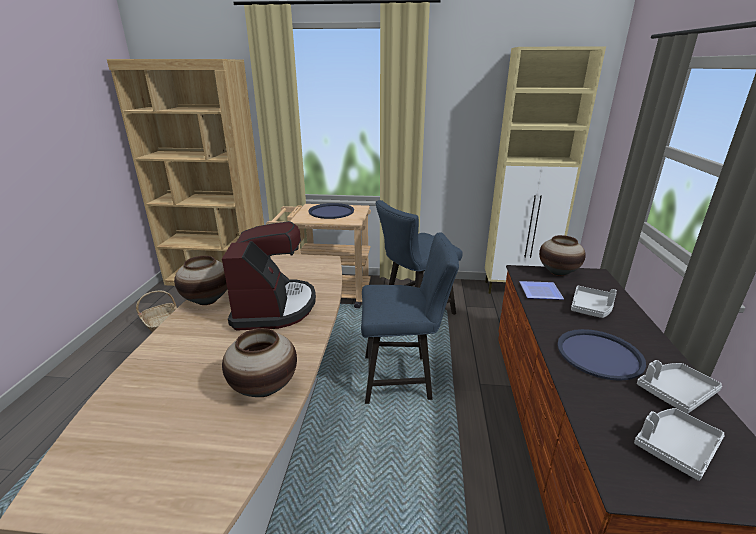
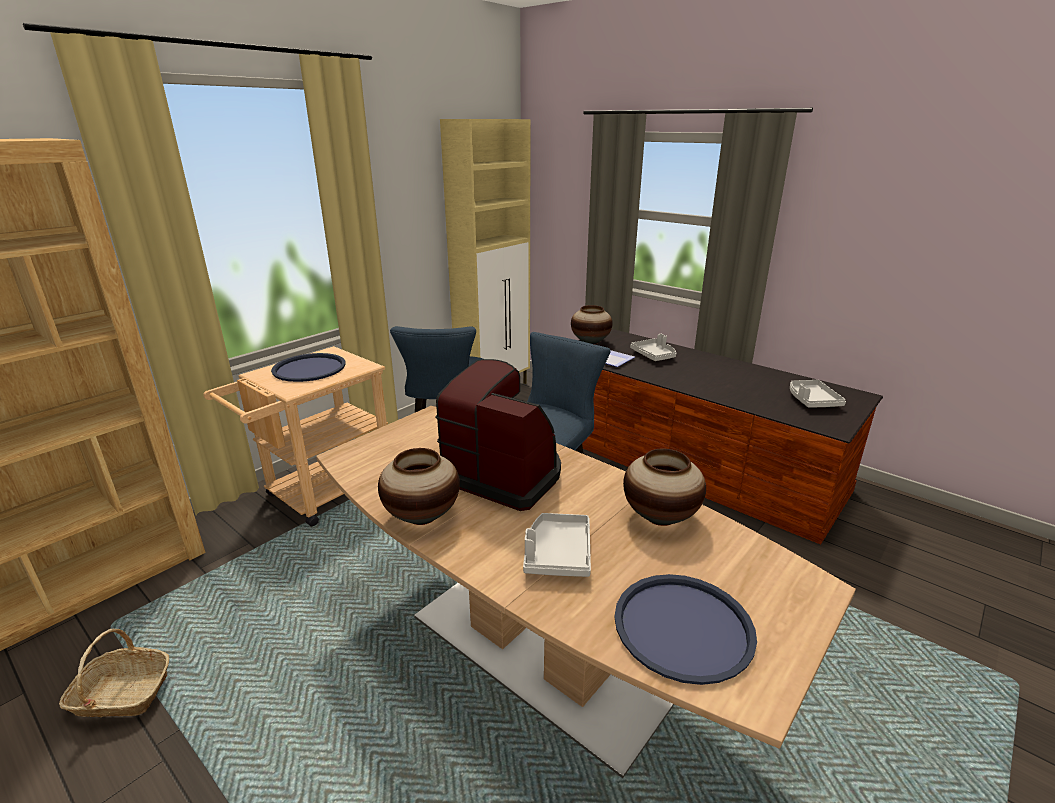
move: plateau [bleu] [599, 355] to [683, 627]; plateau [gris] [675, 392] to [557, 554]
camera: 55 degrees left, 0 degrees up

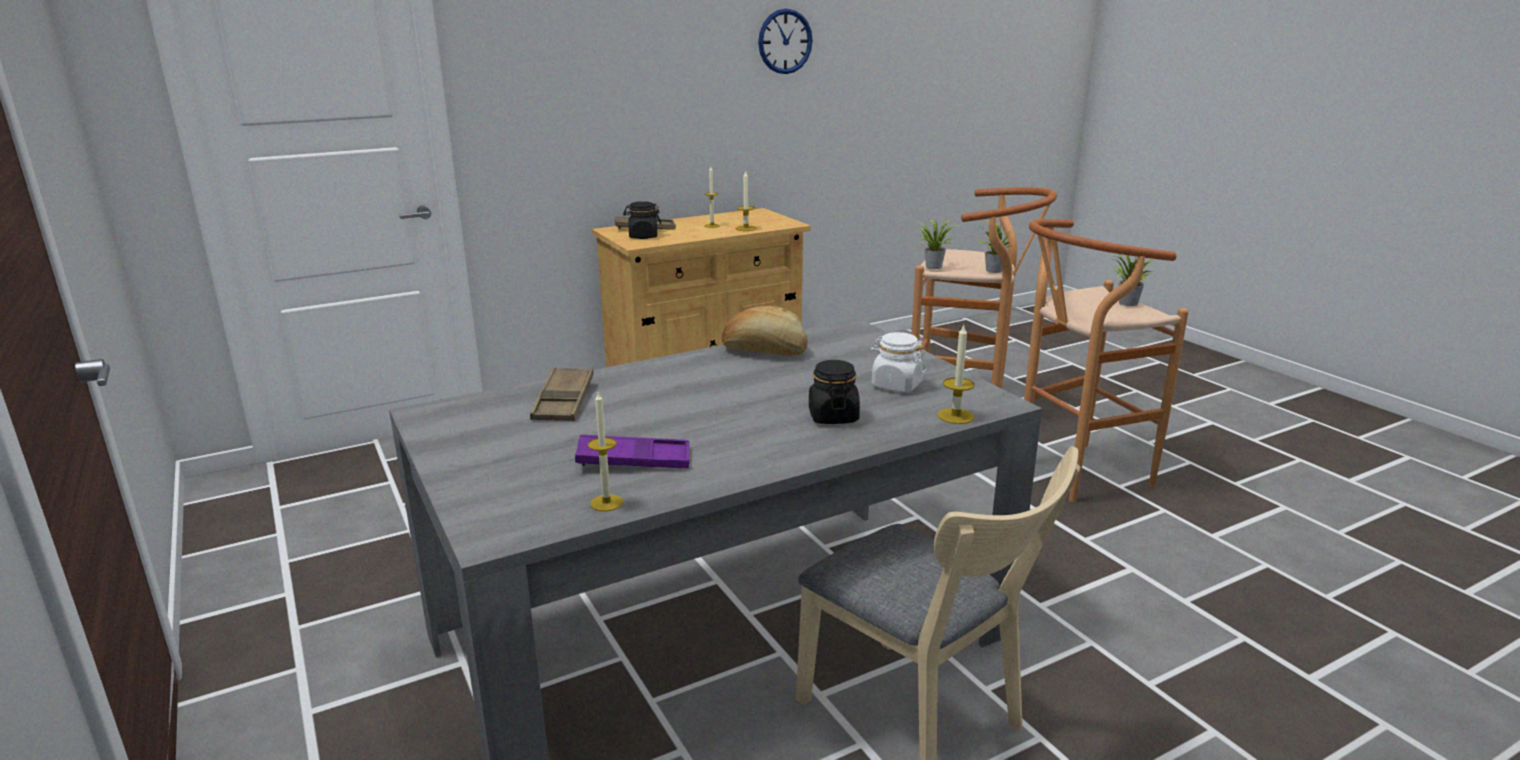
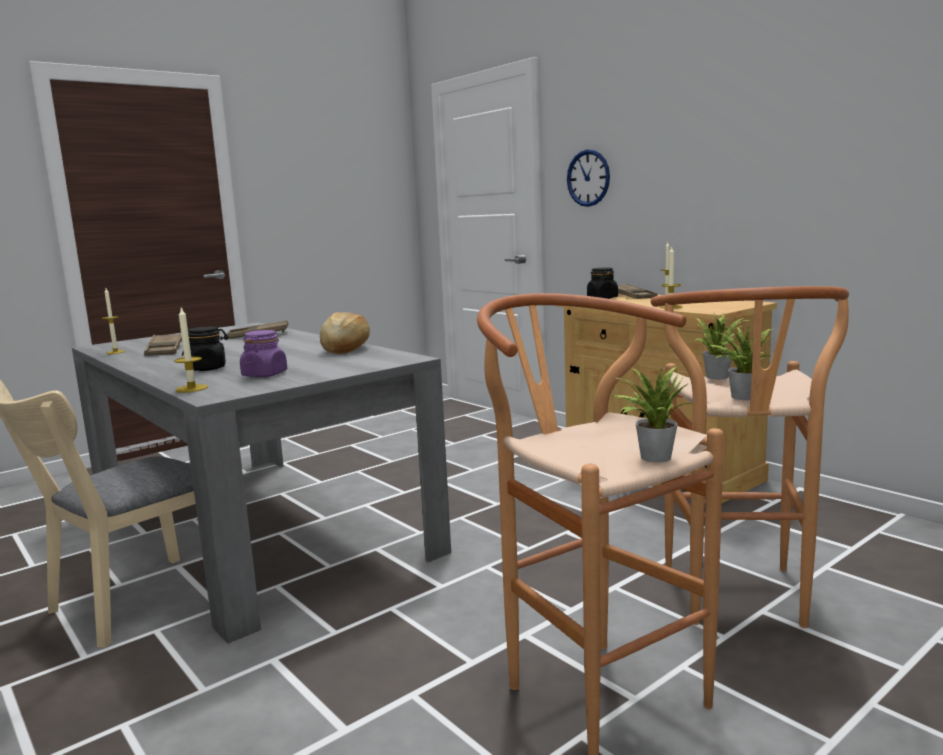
move: horloge murale [785, 41] to [588, 178]
recolor: plateau [violet] [634, 460] to plateau [marron] [165, 350]; bocal [blanc] [896, 385] to bocal [violet] [264, 374]
camera: 80 degrees right, 10 degrees down

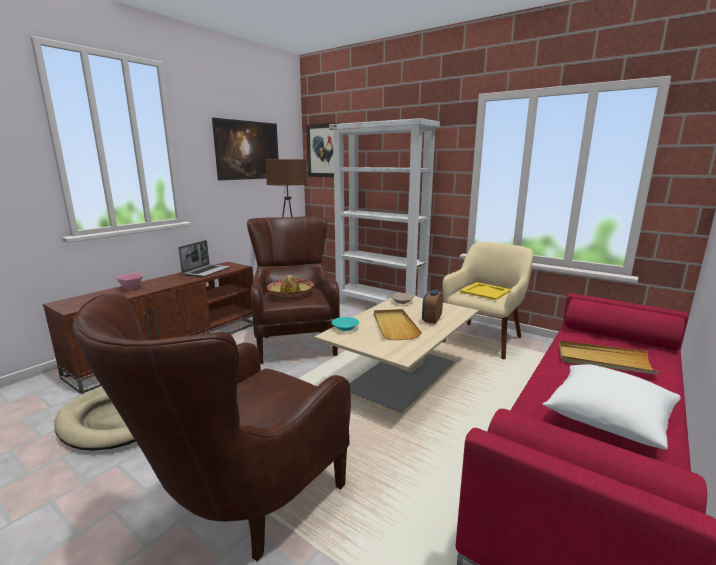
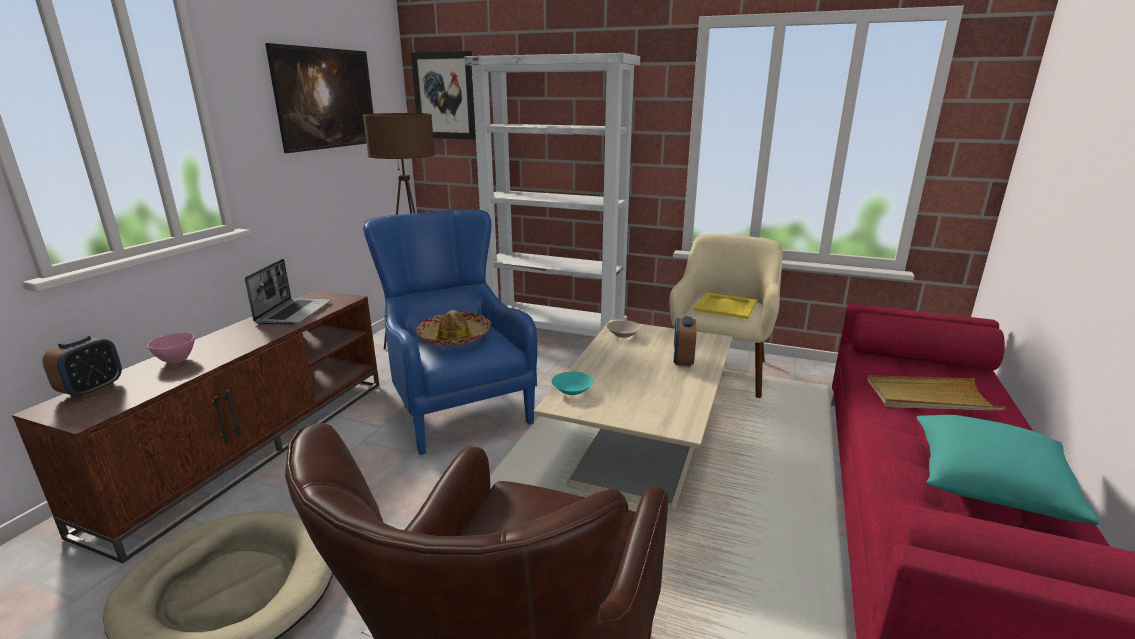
delete: plateau [beige] [394, 326]
insert: réveil [92, 389]
recolor: fauteuil [marron] [295, 340] to fauteuil [bleu] [456, 406]; coussin [blanc] [607, 419] to coussin [turquoise] [987, 486]
camera: 15 degrees left, 5 degrees up

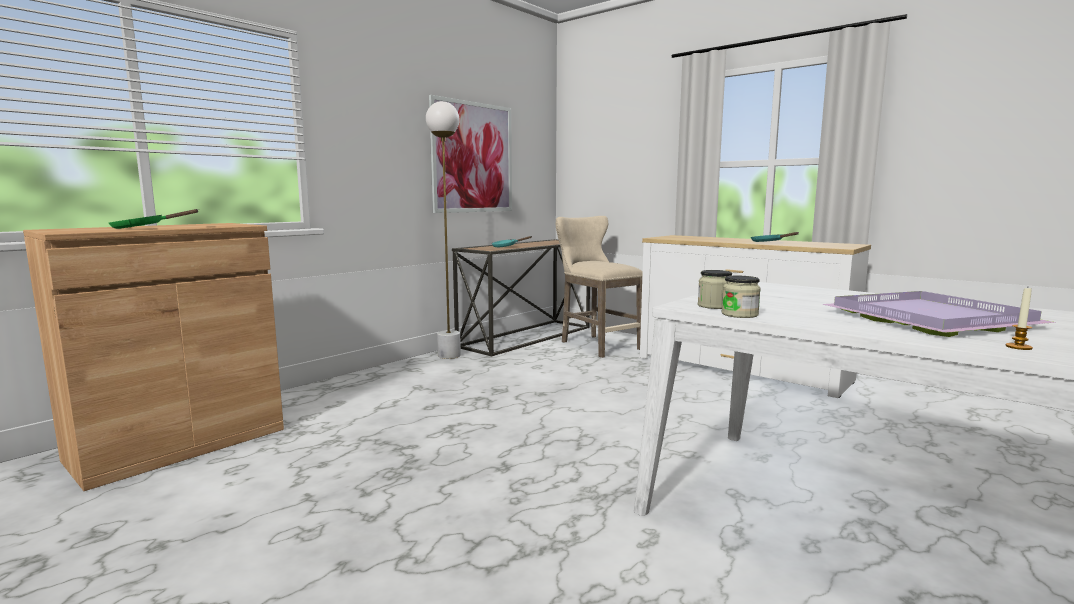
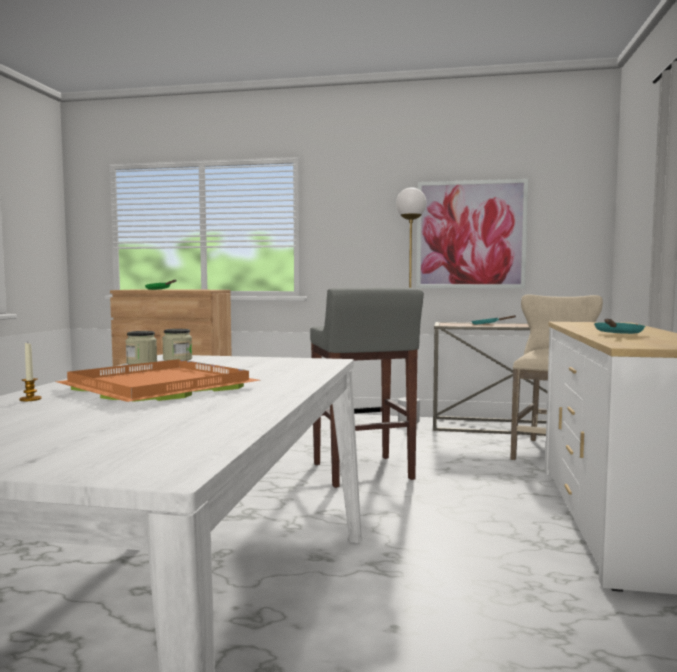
insert: tabouret [gris] [362, 472]
recolor: plateau [violet] [929, 319] to plateau [orange] [155, 388]
camera: 60 degrees right, 5 degrees down

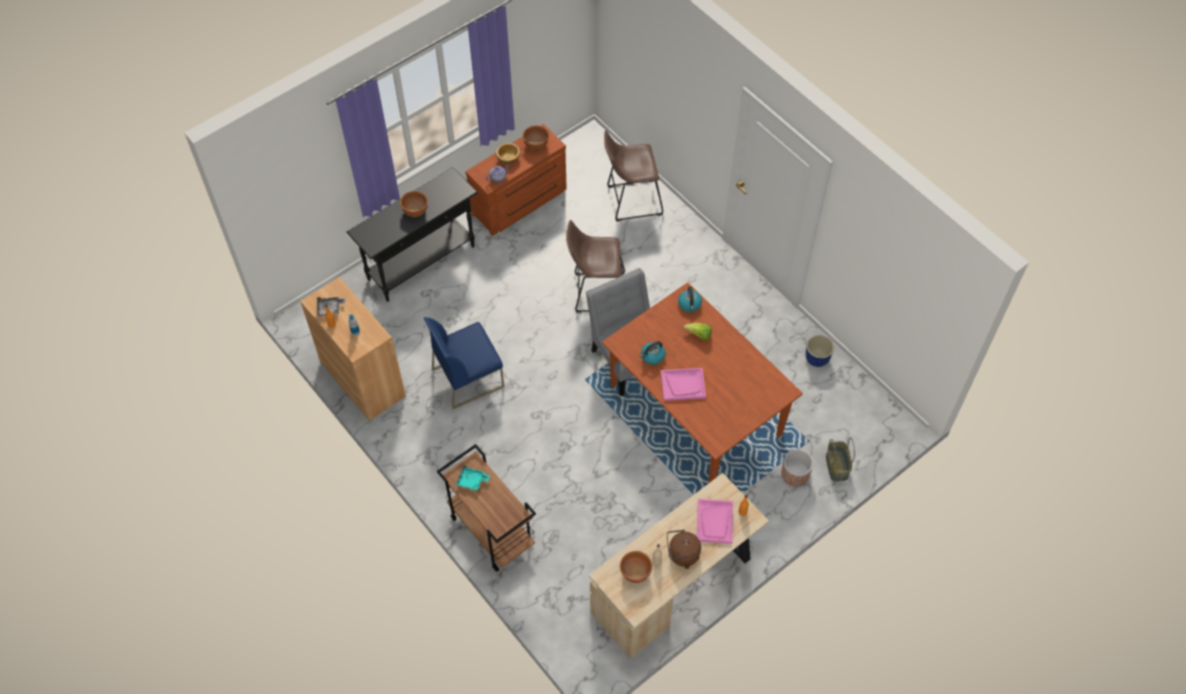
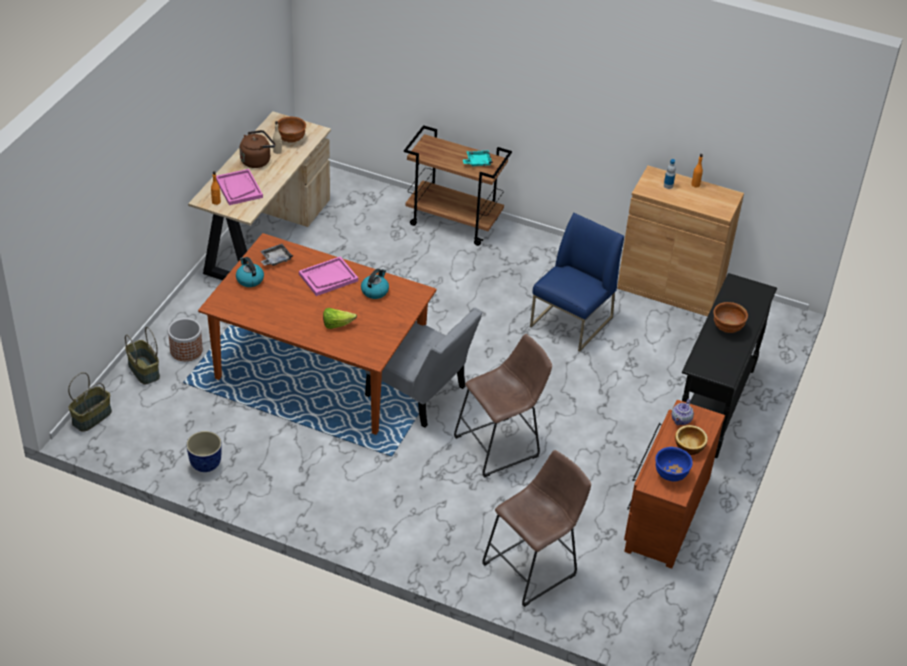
insert: panier [91, 417]
move: plateau [gris] [330, 309] to [275, 259]; bouilloire [689, 304] to [249, 279]
recolor: bol [marron] [536, 145] to bol [bleu] [670, 475]
camera: 150 degrees right, 15 degrees down

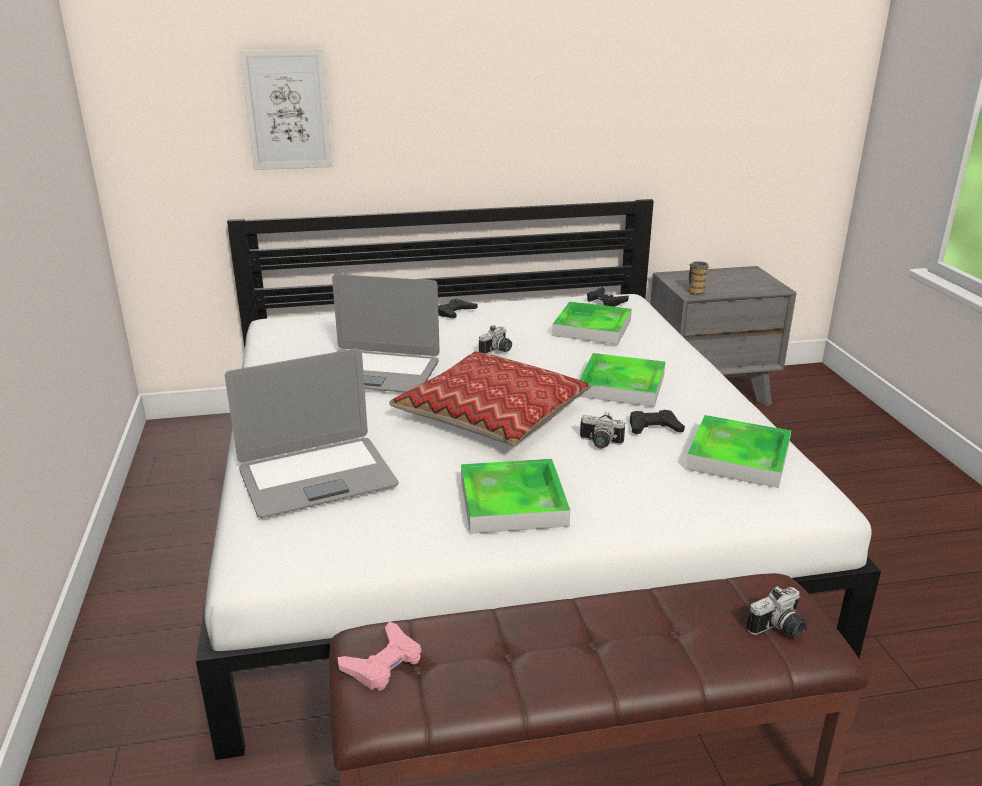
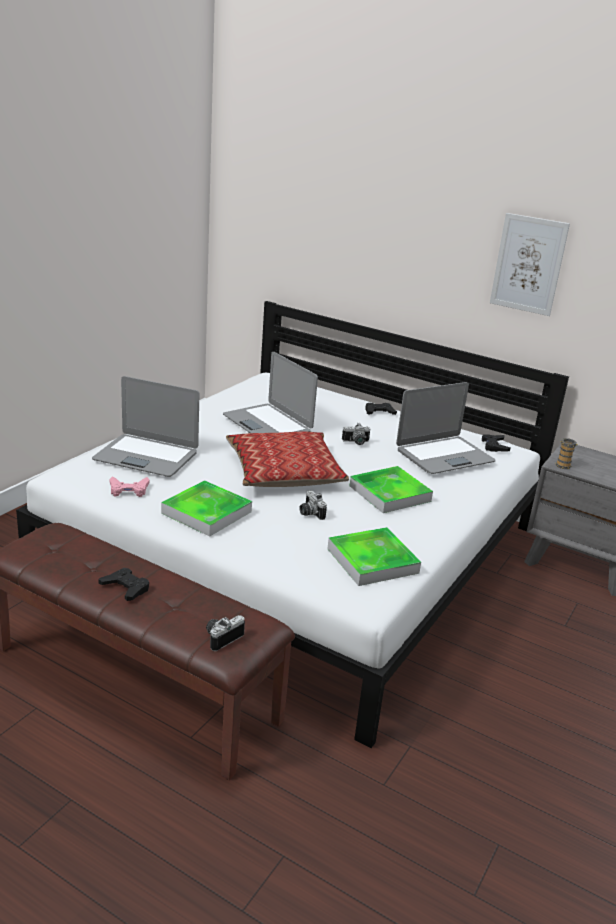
move: tableau [287, 110] to [528, 264]; manette [rose] [383, 663] to [128, 490]; manette [noir] [654, 428] to [125, 588]
replace: plateau [592, 328] to ordinateur portable [444, 456]
rotate: appareil photo [779, 629] = [221, 637] 120 degrees clockwise
camera: 40 degrees right, 0 degrees up

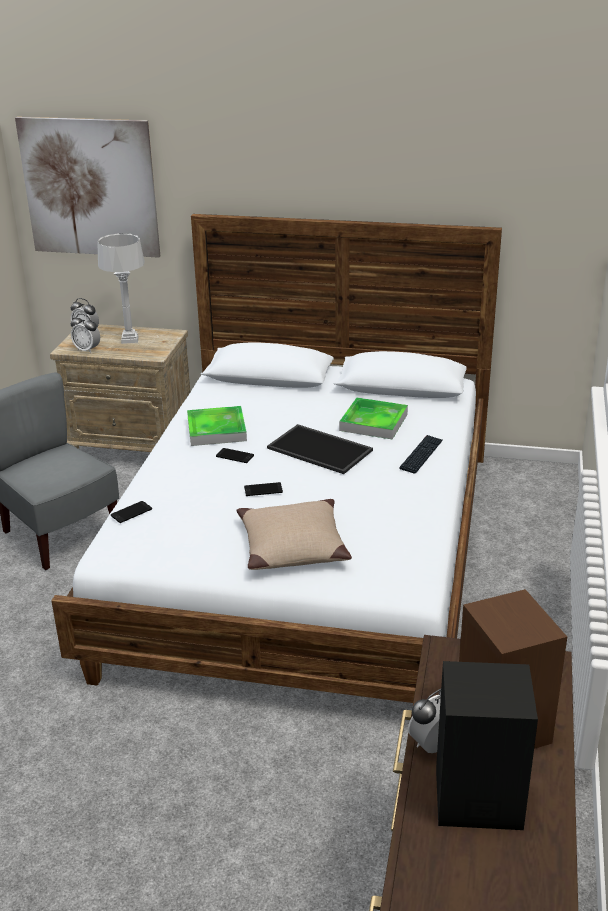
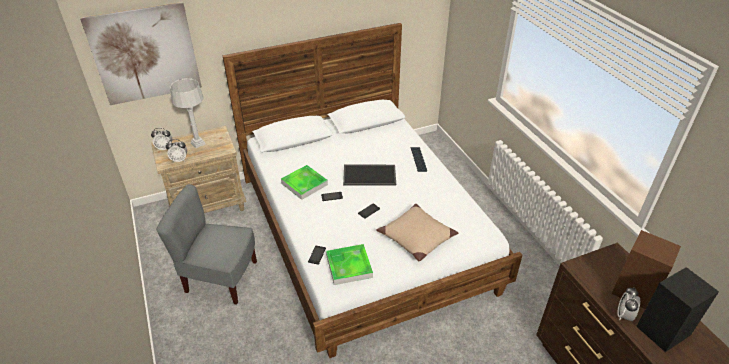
move: plateau [373, 422] to [349, 266]
camera: 35 degrees left, 10 degrees up

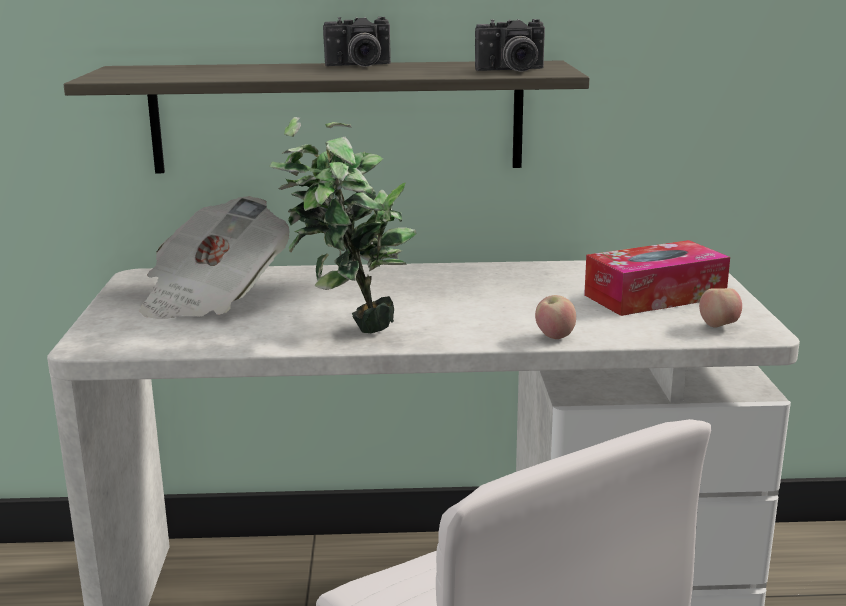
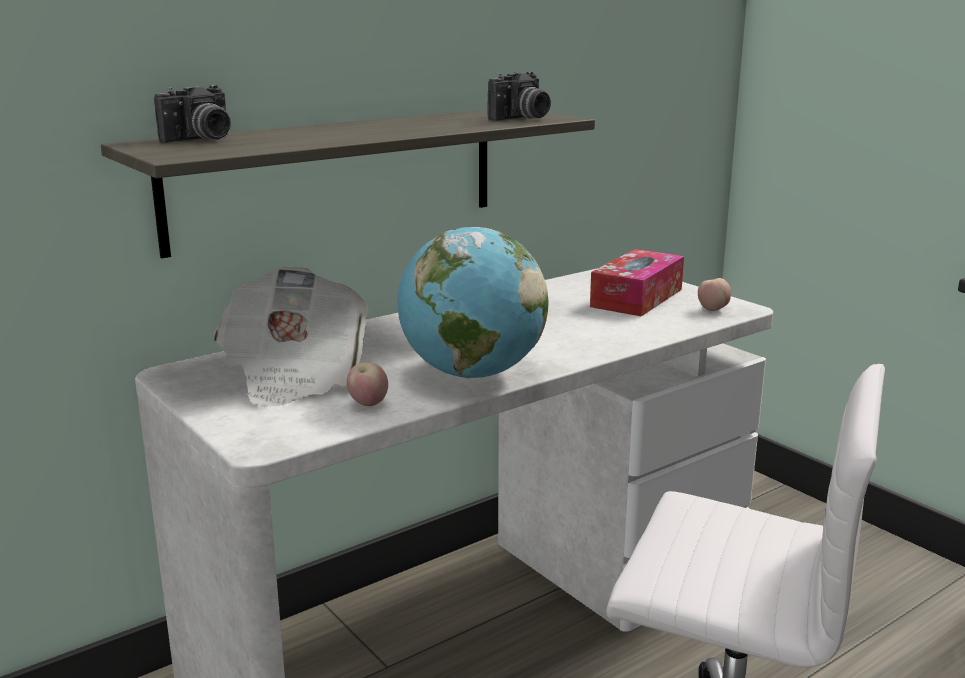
move: appareil photo [359, 66] to [201, 139]; pomme [554, 337] to [368, 404]
replace: plante en pot [347, 331] to globe [471, 374]
camera: 35 degrees left, 0 degrees up

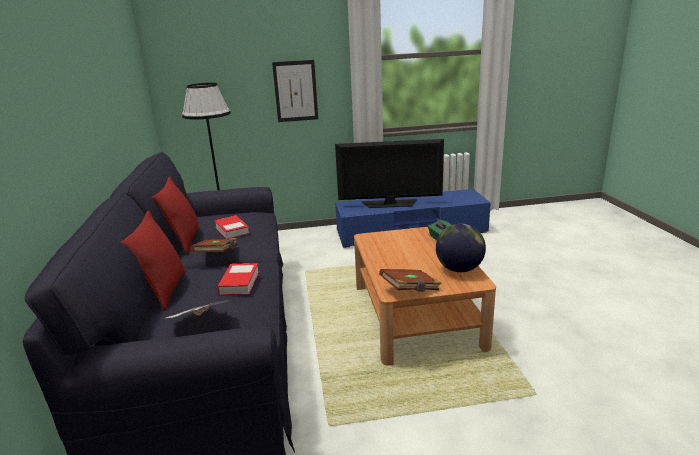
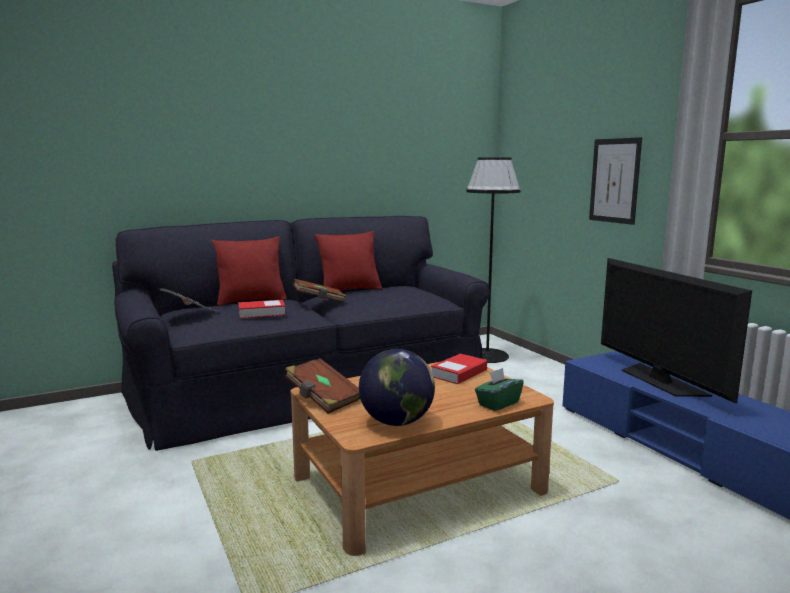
move: livre [232, 230] to [459, 373]
camera: 70 degrees right, 10 degrees down

